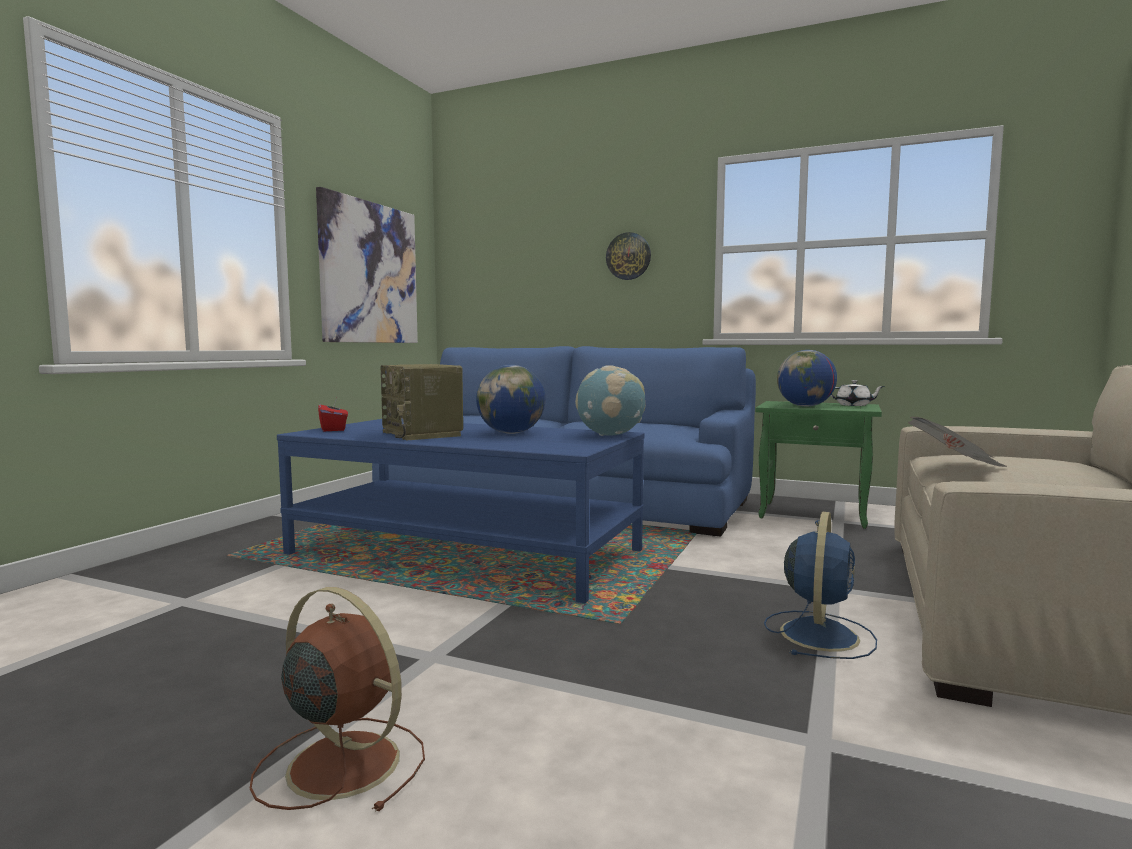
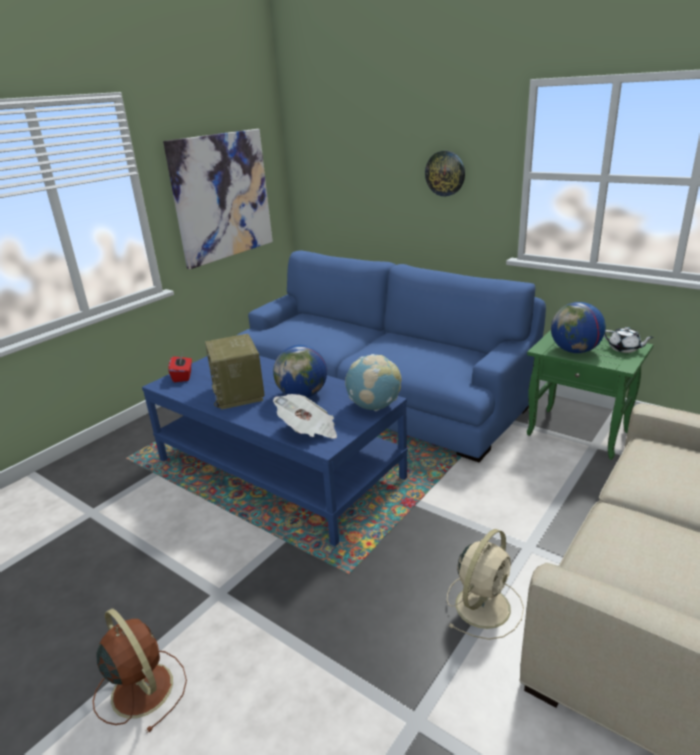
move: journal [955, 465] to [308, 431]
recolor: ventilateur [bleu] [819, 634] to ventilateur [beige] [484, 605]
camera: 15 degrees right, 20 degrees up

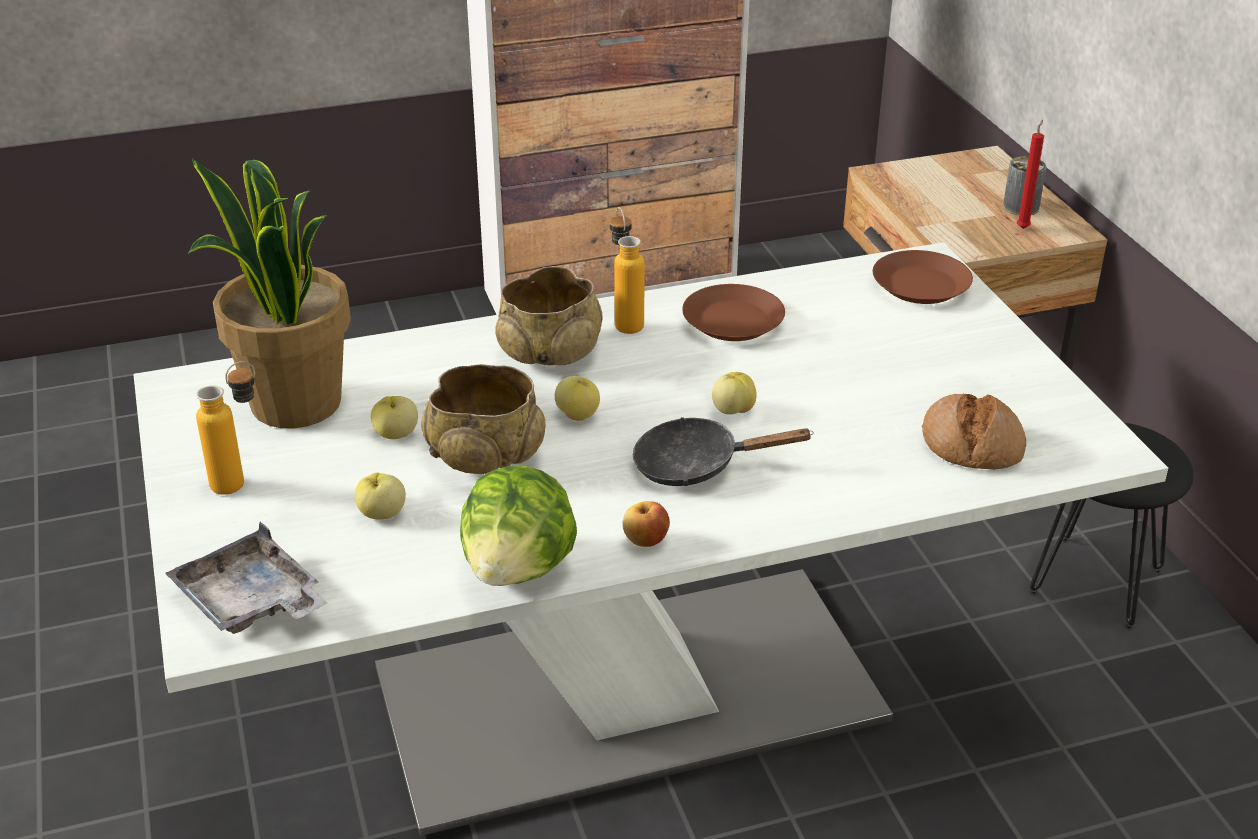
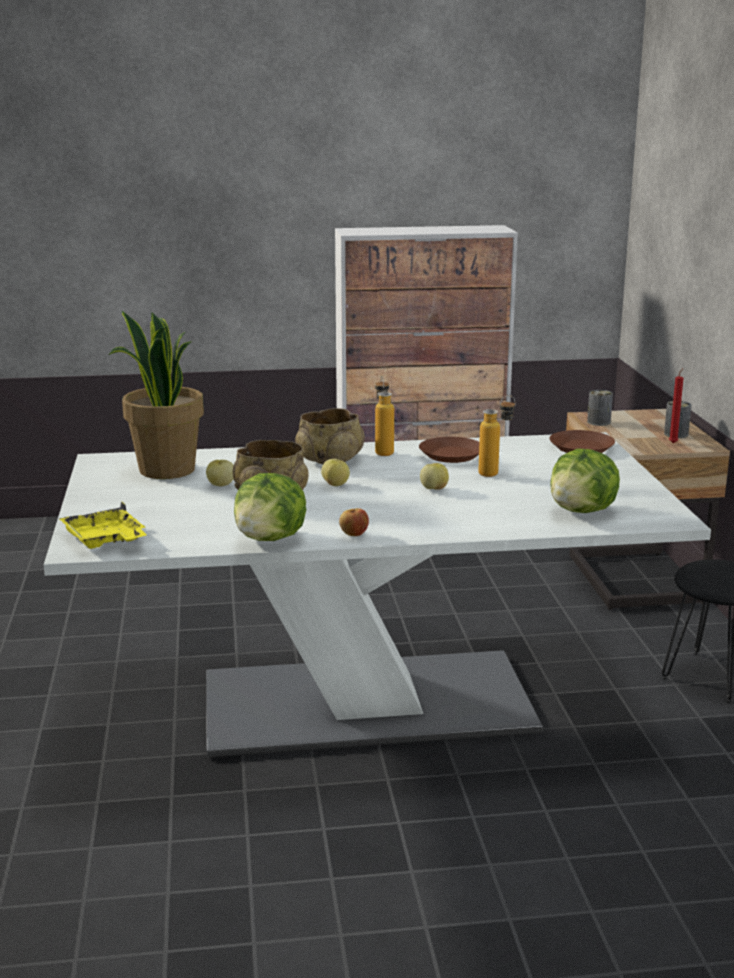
delete: pomme [381, 514]; poêle [noir] [696, 465]
insert: boîte métallique [598, 422]
move: bouteille [241, 481] to [495, 473]
replace: pain [972, 445] to laitue [582, 511]
recolor: plateau [gris] [250, 602] to plateau [jaune] [105, 540]
camera: 10 degrees right, 15 degrees down

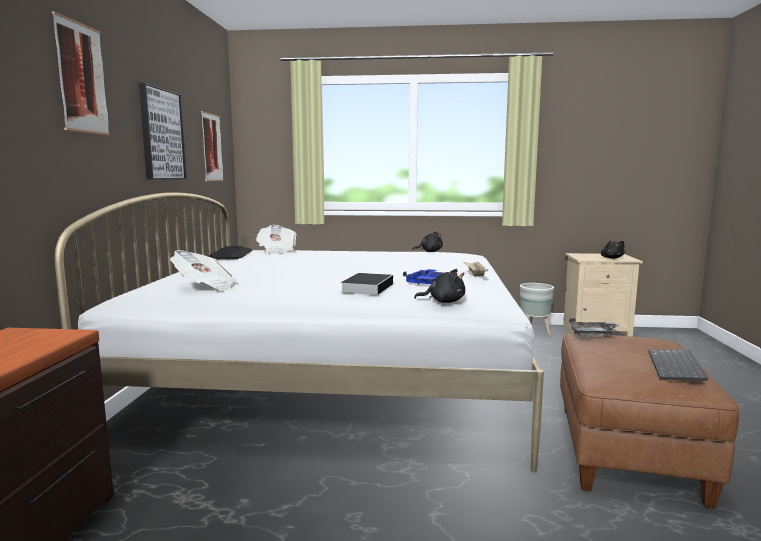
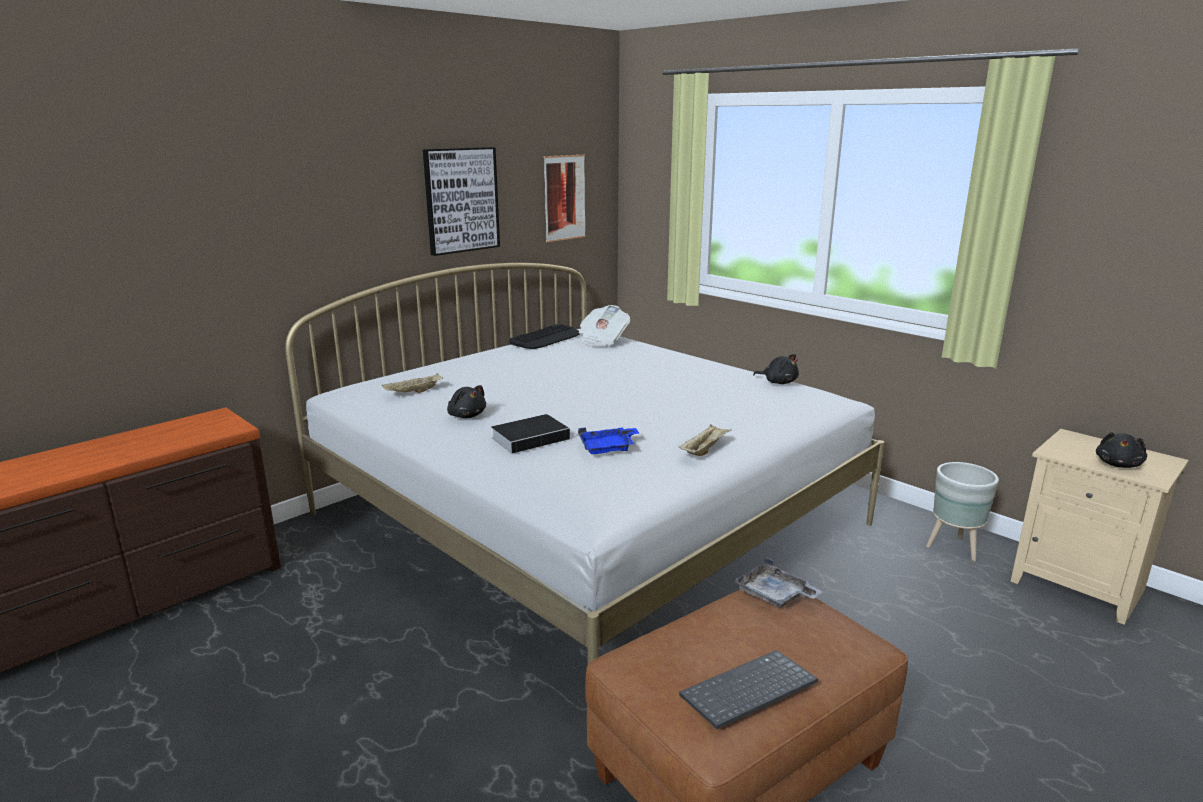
delete: tableau [82, 78]
move: peluche [noir] [443, 302] to [466, 415]
replace: journal [205, 287] to plateau [beige] [413, 392]
camera: 40 degrees right, 10 degrees up

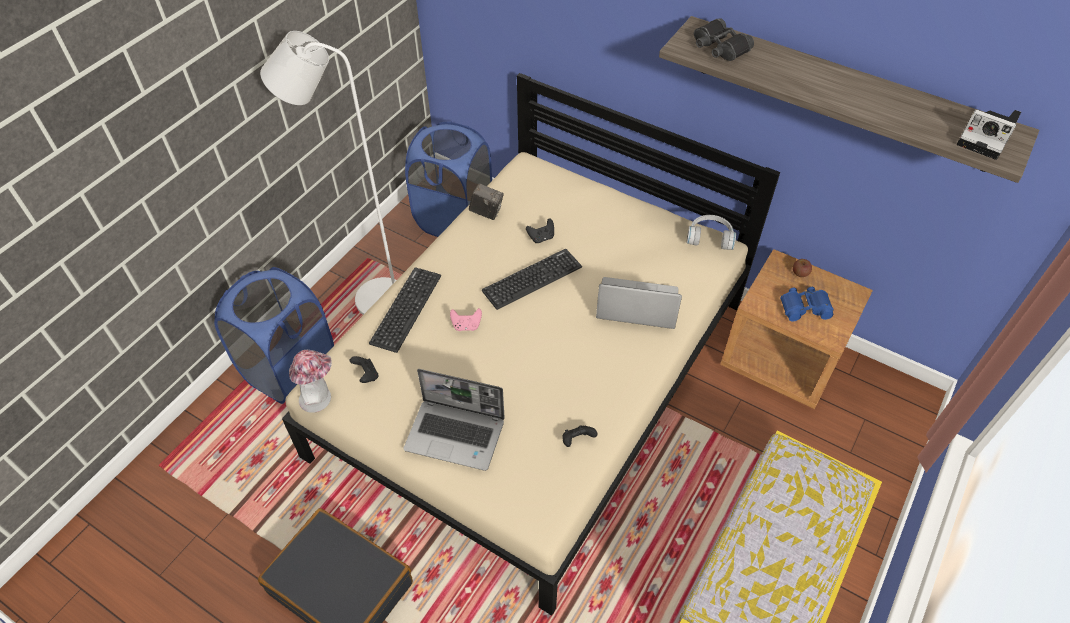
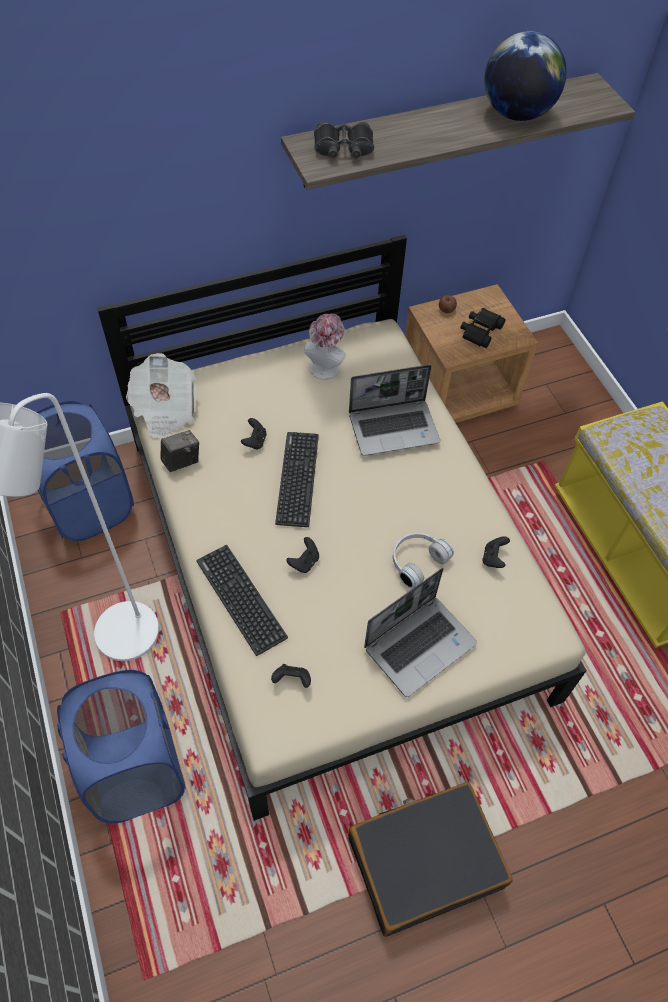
delete: appareil photo [986, 139]
insert: journal [164, 409]; globe [516, 114]
move: chapeau [319, 397] to [325, 365]; casque audio [blanc] [710, 237] to [416, 560]
recolor: manette [rose] [466, 325] to manette [noir] [304, 562]; jumelles [bleu] [804, 307] to jumelles [noir] [480, 331]
rotate: ordinateur portable [636, 306] = [394, 427] 150 degrees counterclockwise
camera: 55 degrees left, 5 degrees up

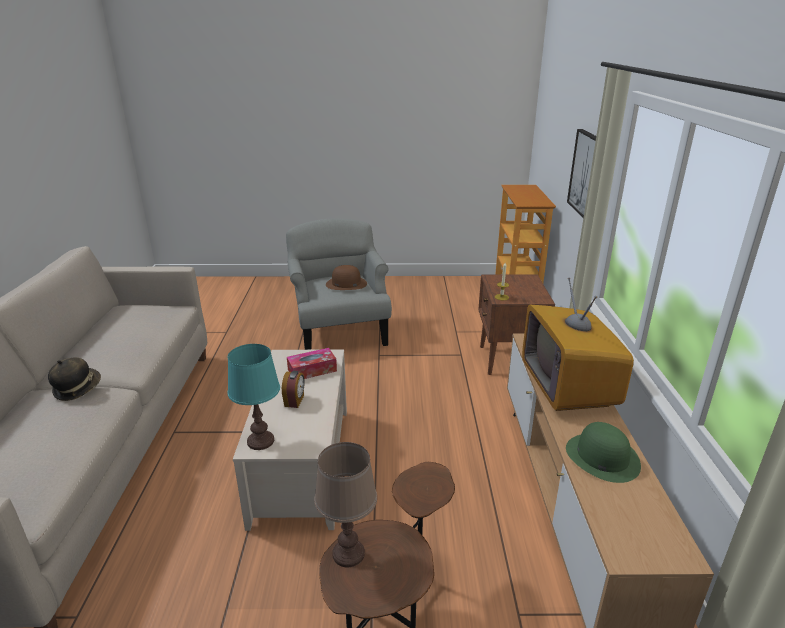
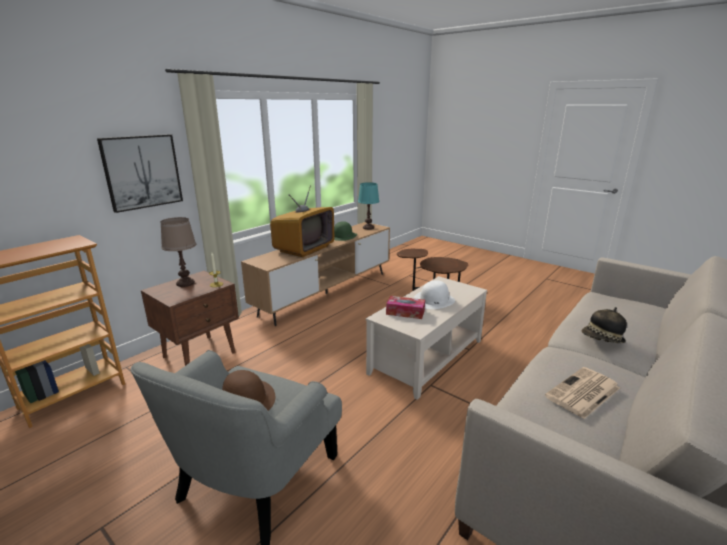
insert: journal [583, 393]
move: lampe de table [turquoise] [260, 441] to [368, 228]; lampe de table [marron] [348, 553] to [185, 283]
replace: réveil [295, 401] to chapeau [blanc] [434, 300]
camera: 140 degrees left, 5 degrees down

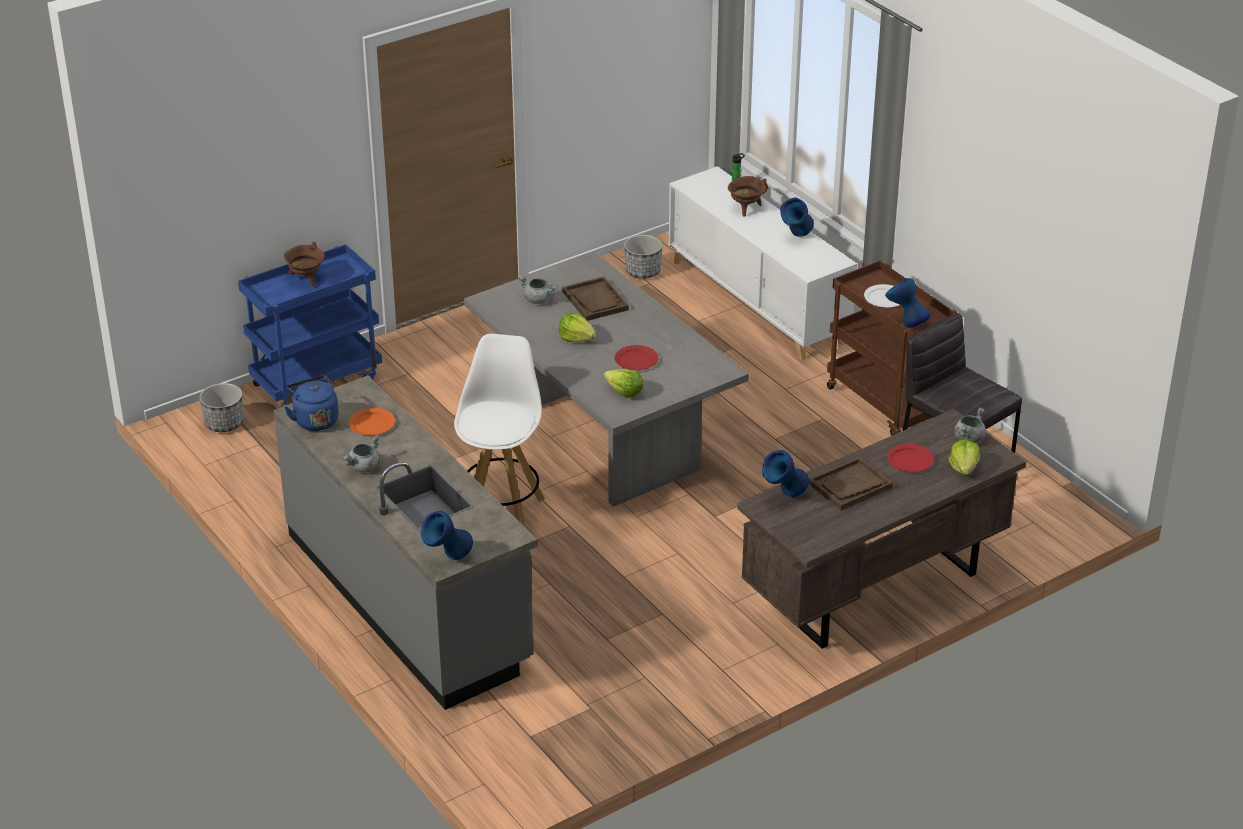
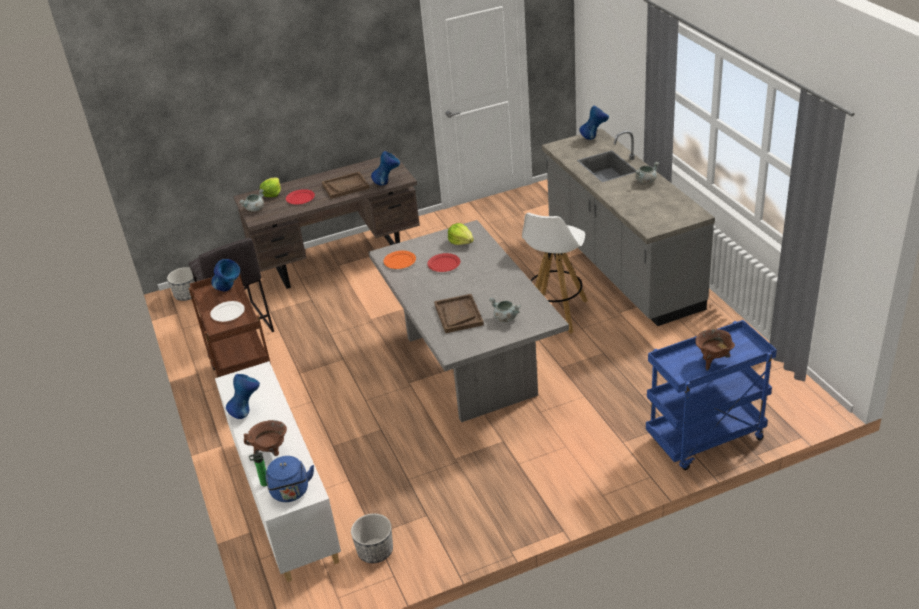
delete: laitue [576, 338]
move: cache-pot [224, 424] to [187, 295]; bouilloire [bleu] [314, 420] to [291, 493]; assiette [orange] [372, 423] to [400, 261]
camera: 165 degrees left, 0 degrees up

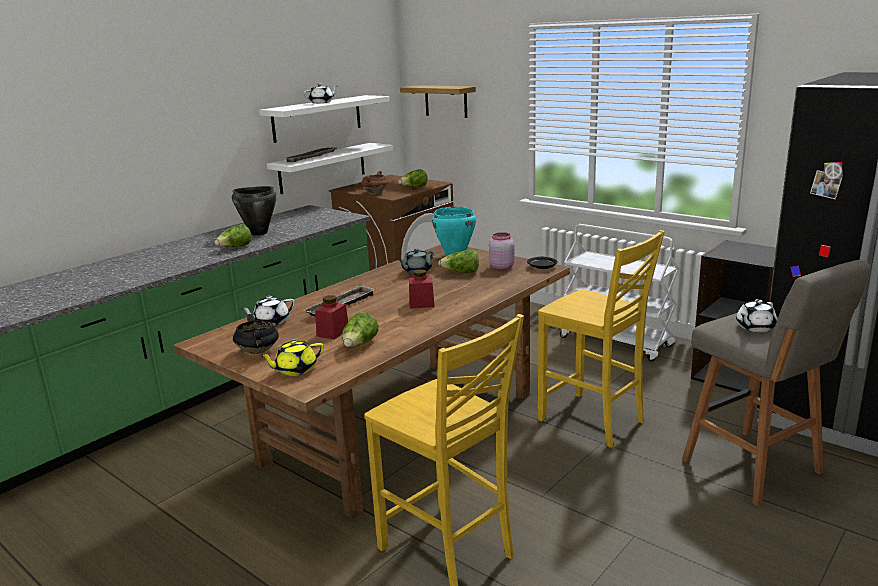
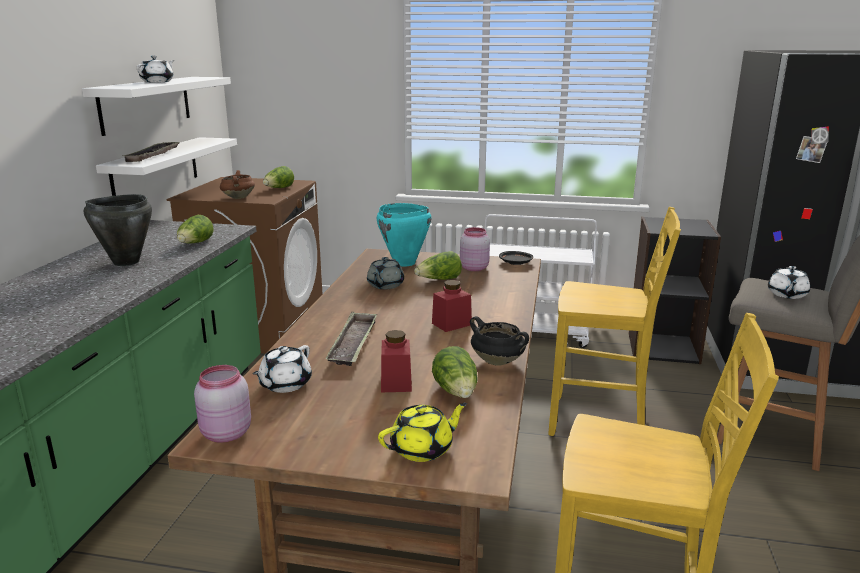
delete: étagère [446, 101]
insert: bocal [rose] [224, 434]
move: laitue [235, 248] to [195, 244]; marmite [noir] [258, 351] to [498, 362]
rotate: théière [jaune] [295, 370] = [423, 449] 150 degrees counterclockwise
camera: 30 degrees left, 0 degrees up

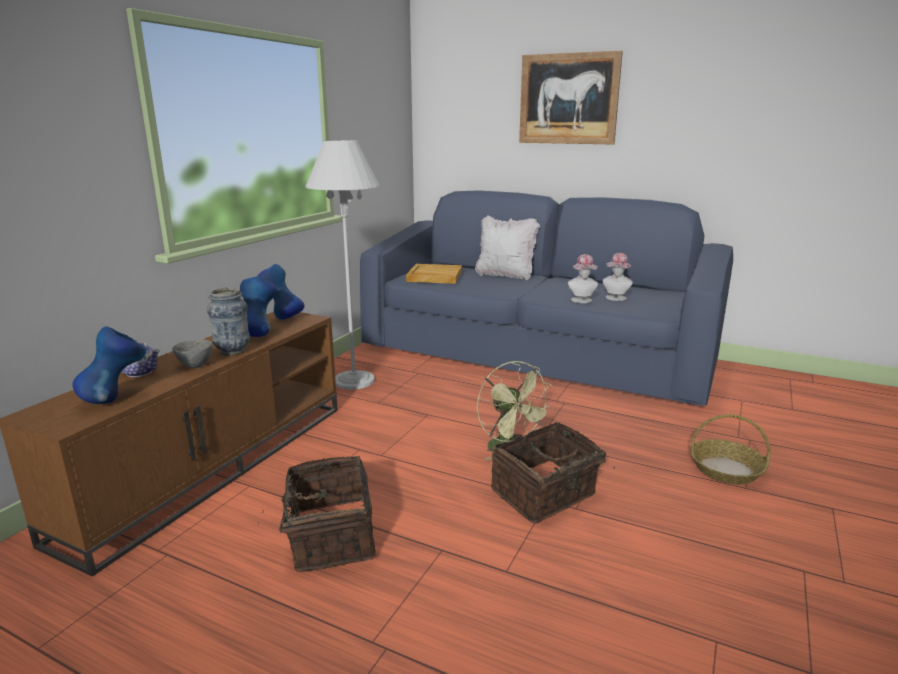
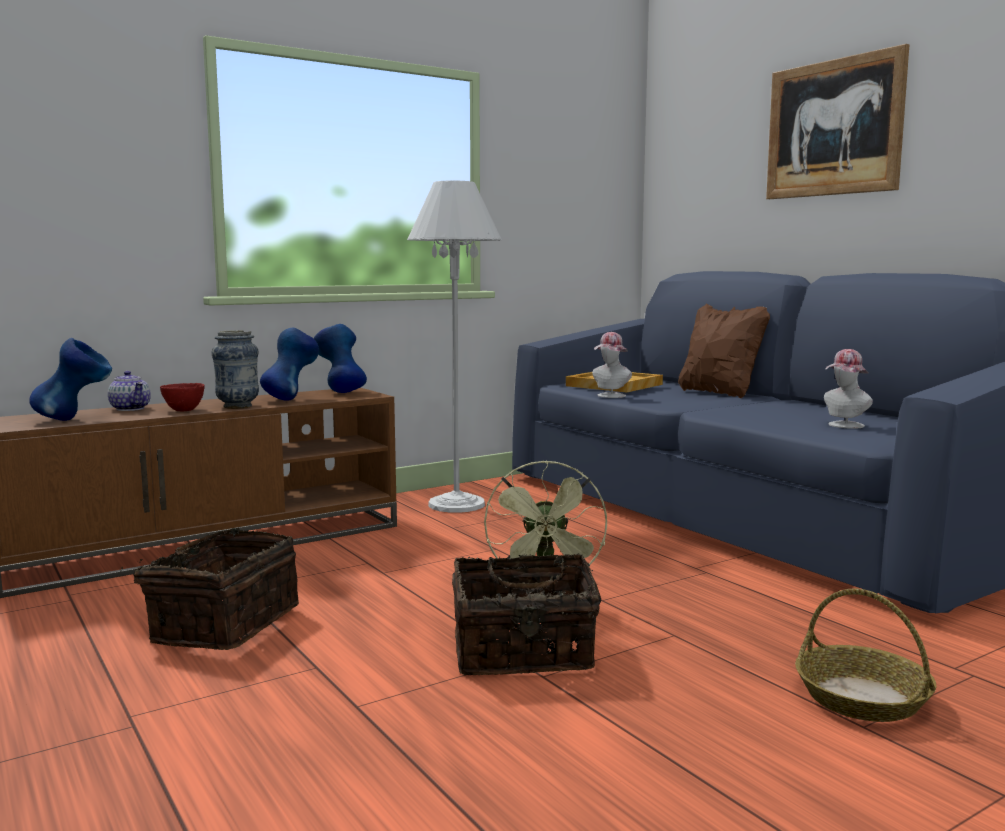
move: chapeau [582, 301] to [610, 396]
recolor: bol [gris] [195, 366] to bol [rouge] [183, 410]; coussin [blanc] [505, 276] to coussin [marron] [720, 393]
camera: 30 degrees right, 10 degrees down

